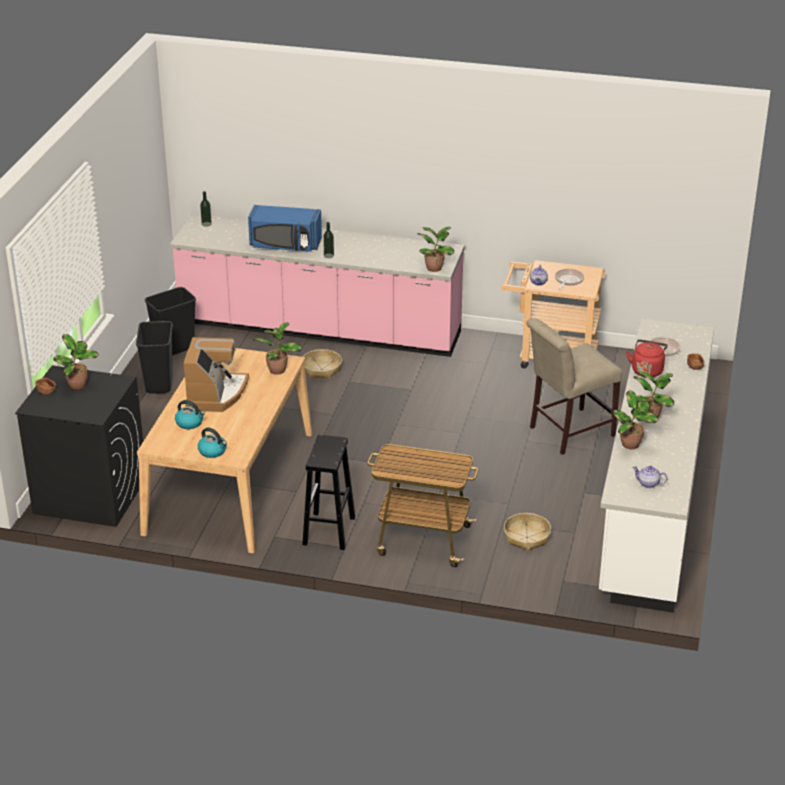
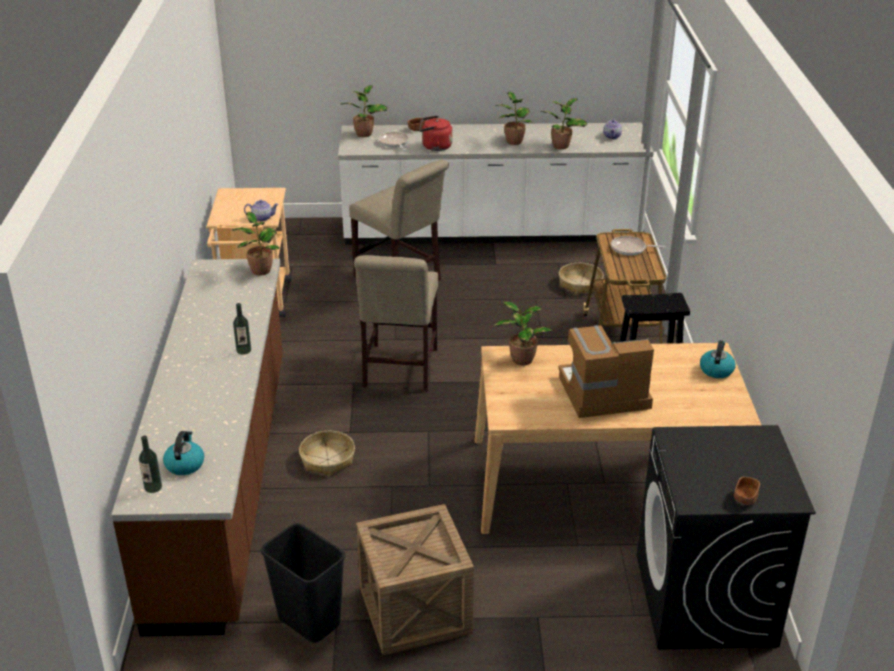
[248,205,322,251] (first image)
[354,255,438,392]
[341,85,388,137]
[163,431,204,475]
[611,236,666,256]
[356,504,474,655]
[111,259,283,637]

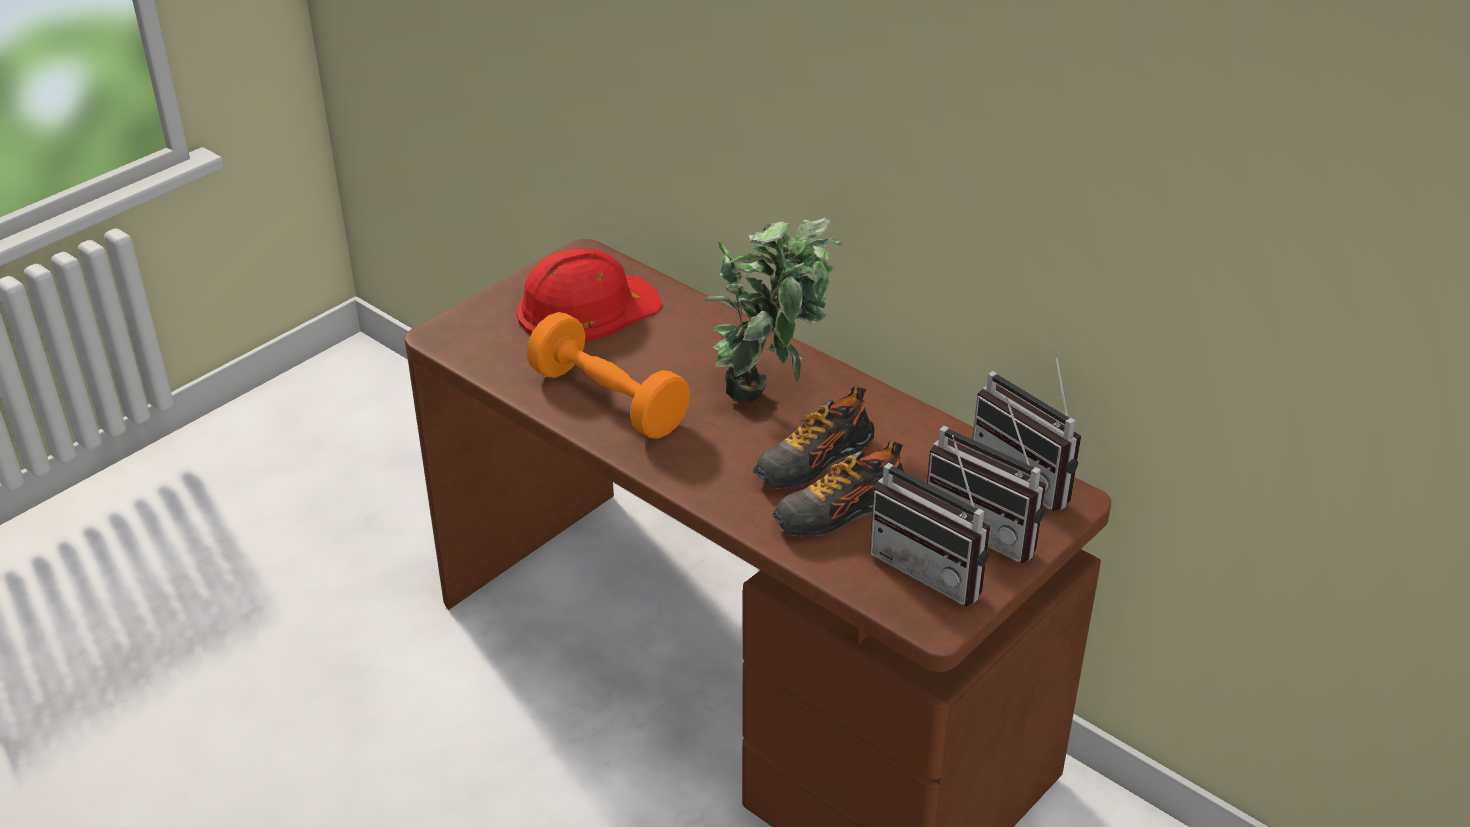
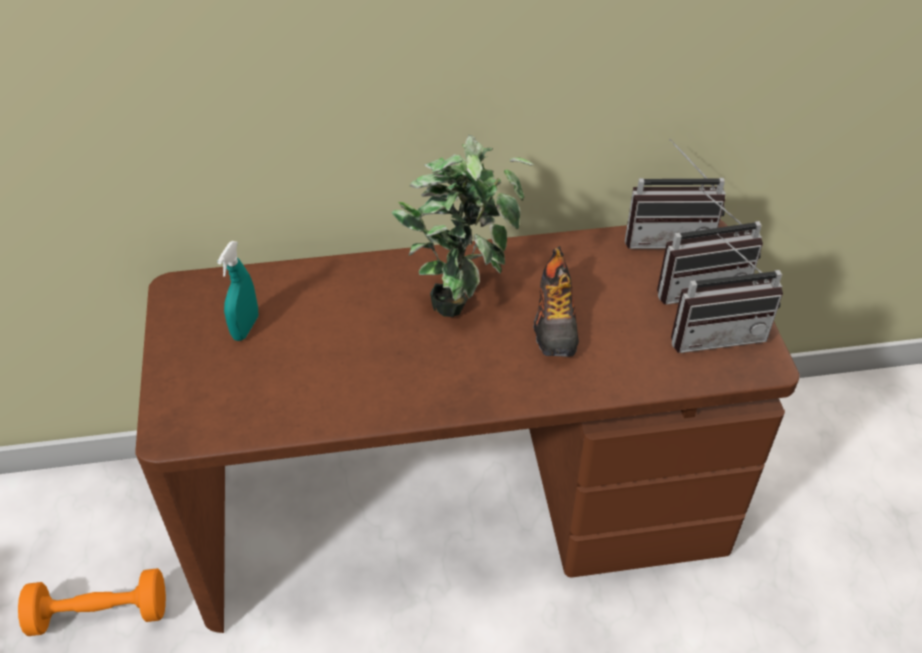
[772,441,904,536] (first image)
[18,568,166,636]
[217,241,258,341]

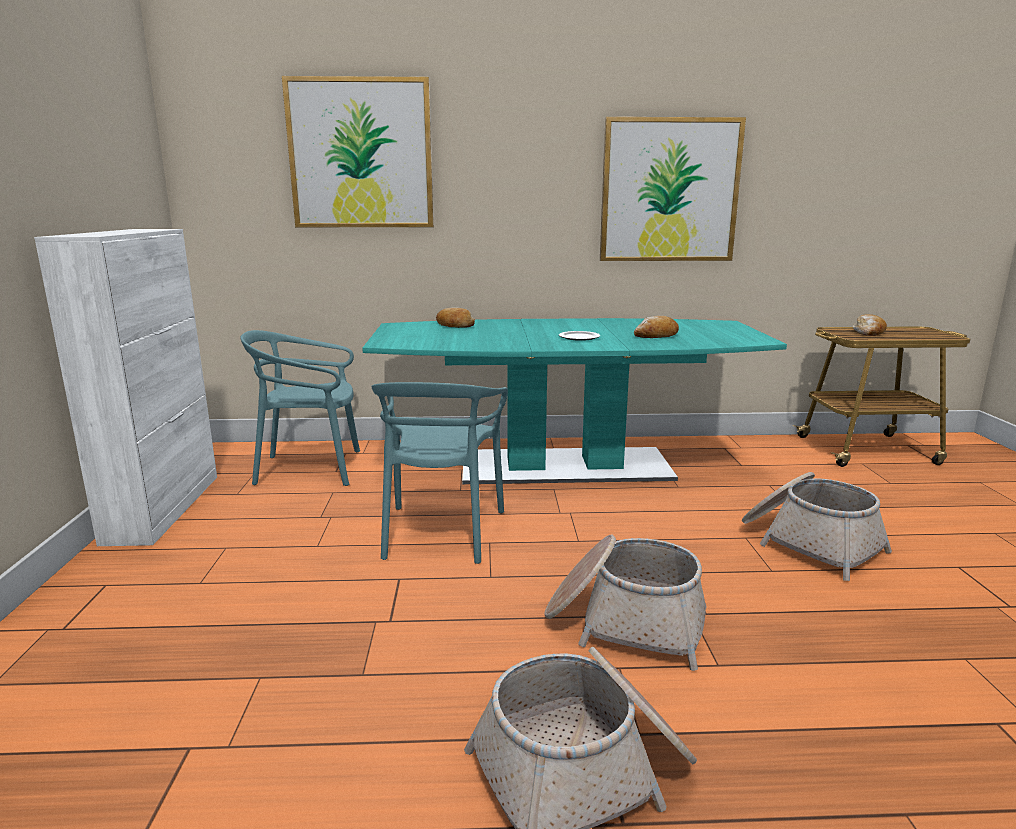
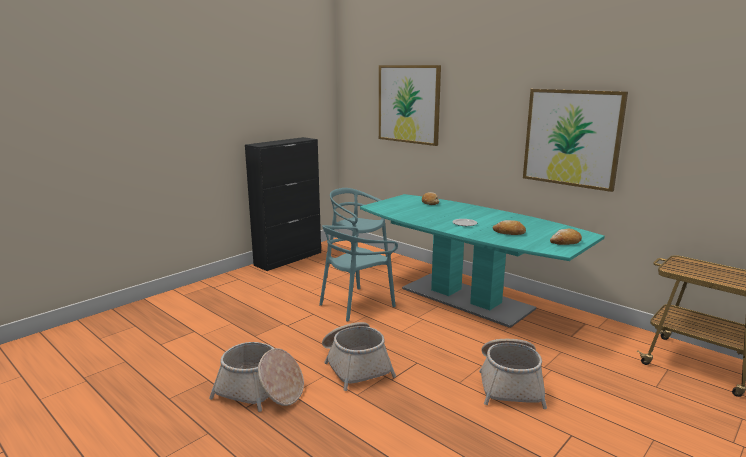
[550,229,582,245]
[245,137,321,271]

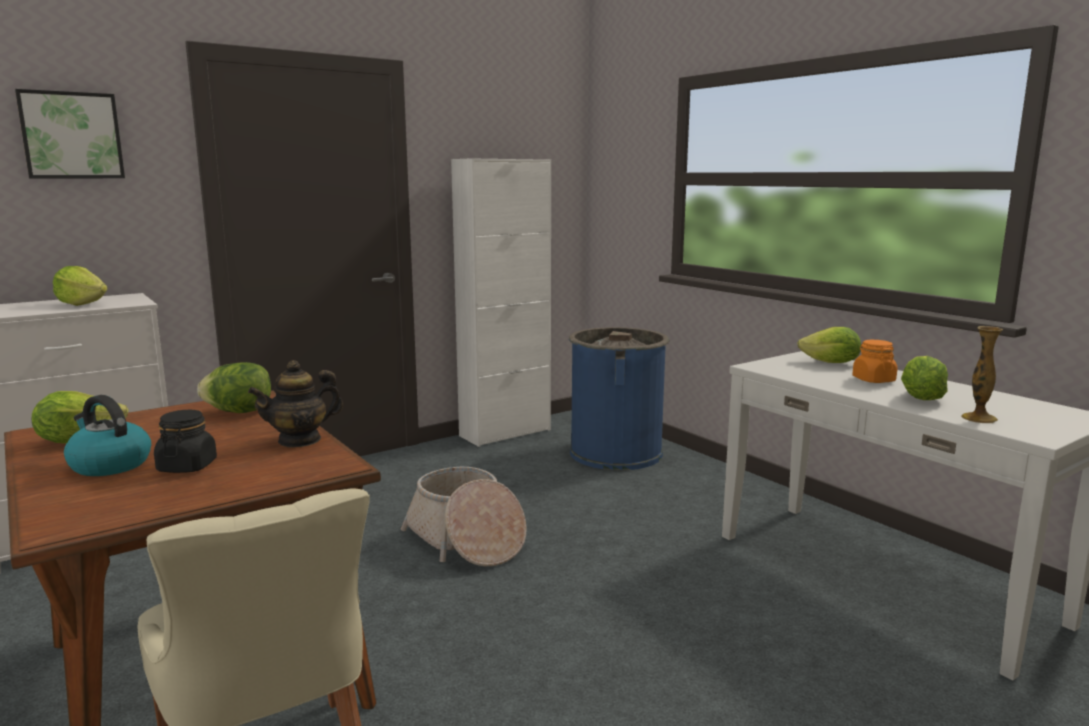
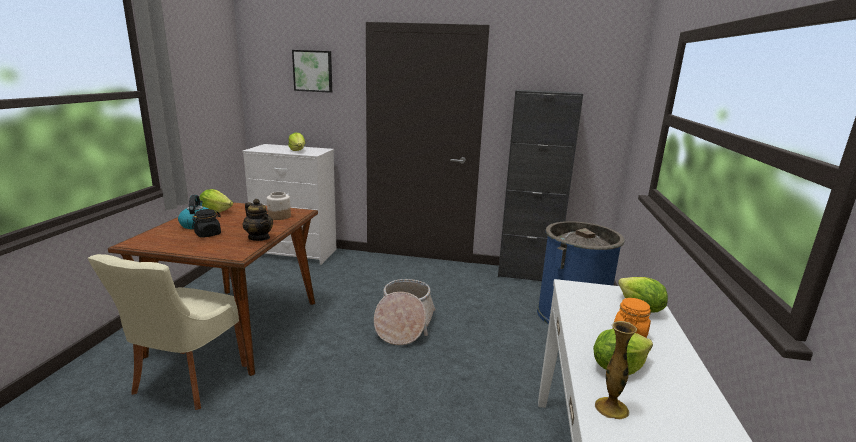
[267,192,291,220]
[498,89,583,281]
[242,199,273,241]

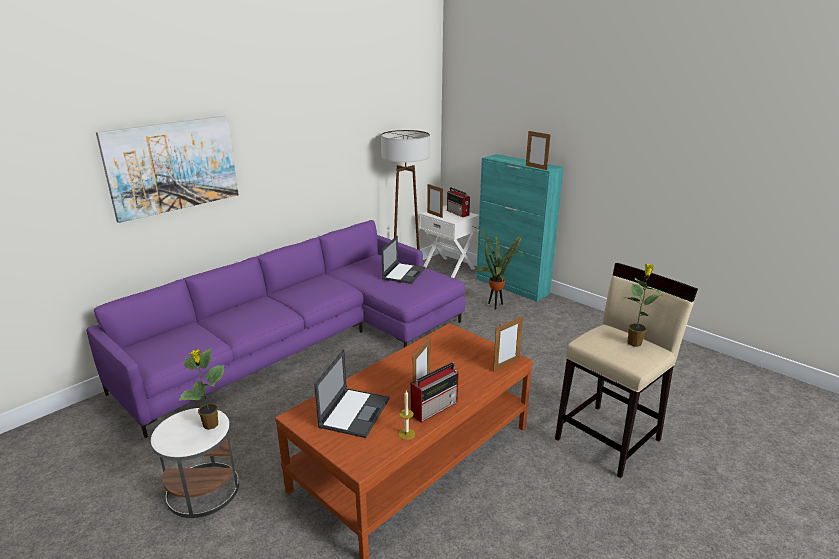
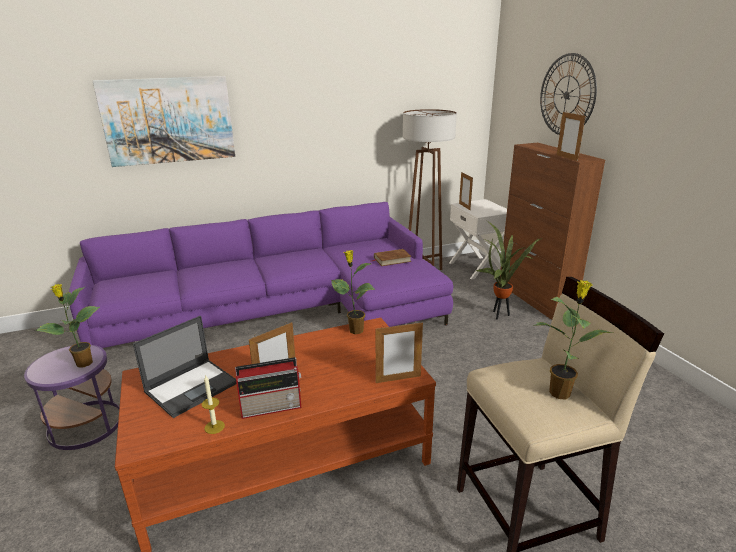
[447,187,470,217] (first image)
[331,250,375,334]
[540,53,597,135]
[372,249,412,266]
[24,345,120,450]
[500,143,605,320]

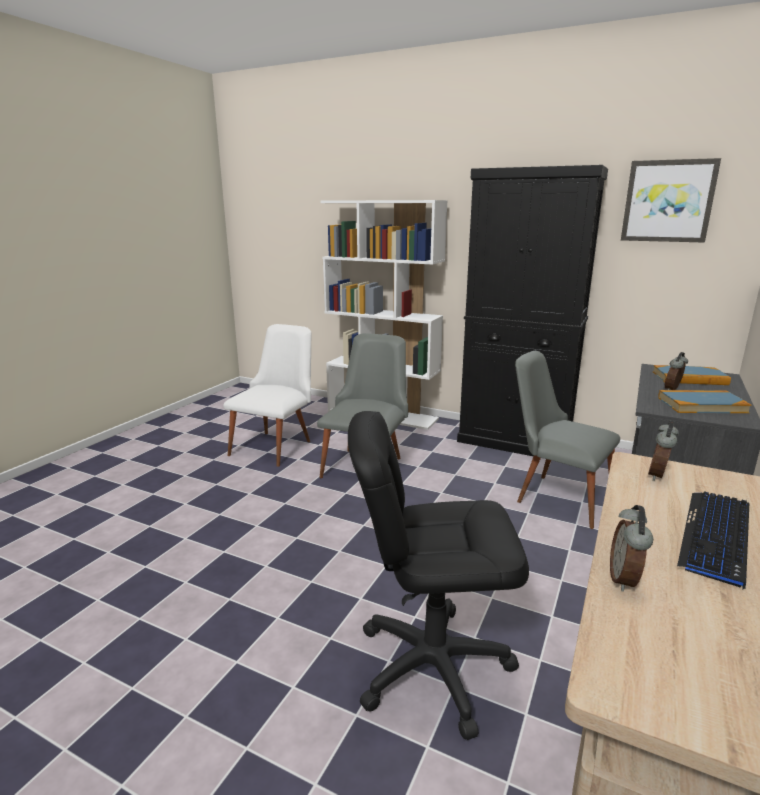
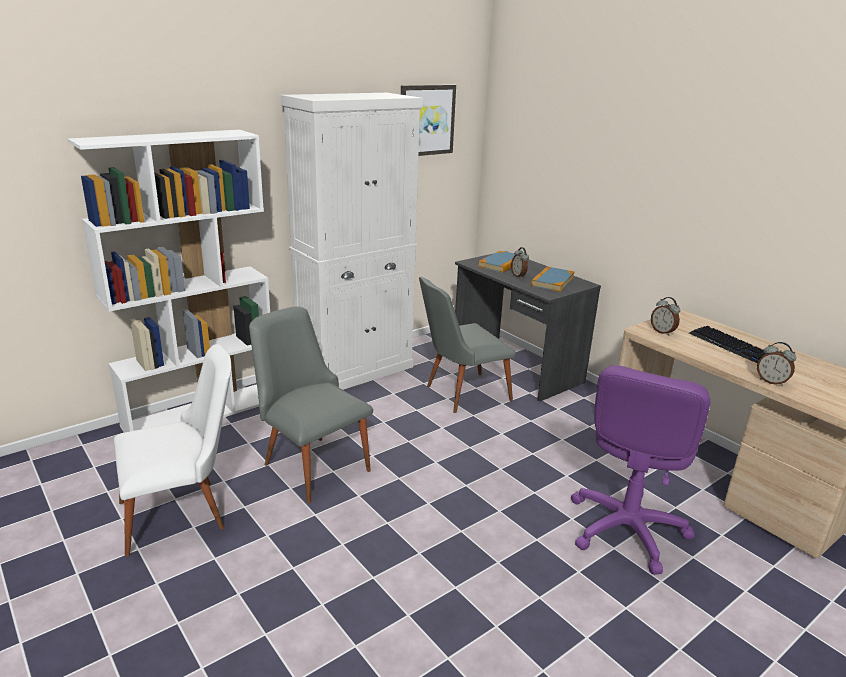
[571,365,710,575]
[280,93,423,390]
[114,344,231,557]

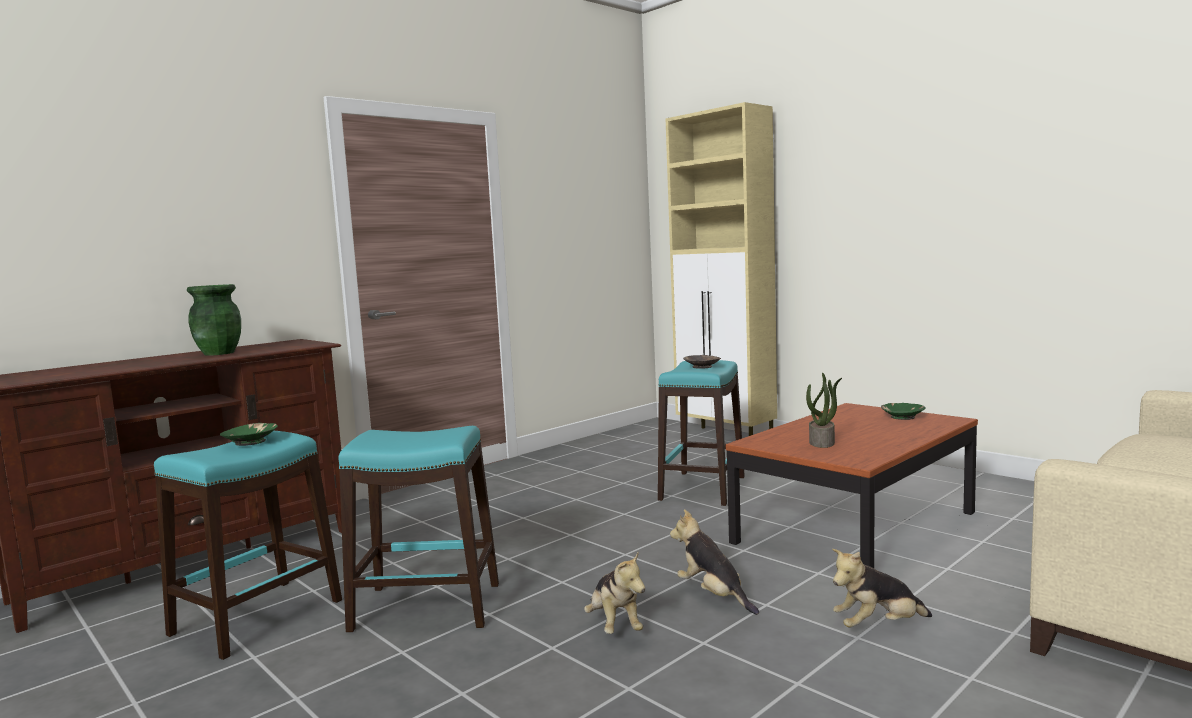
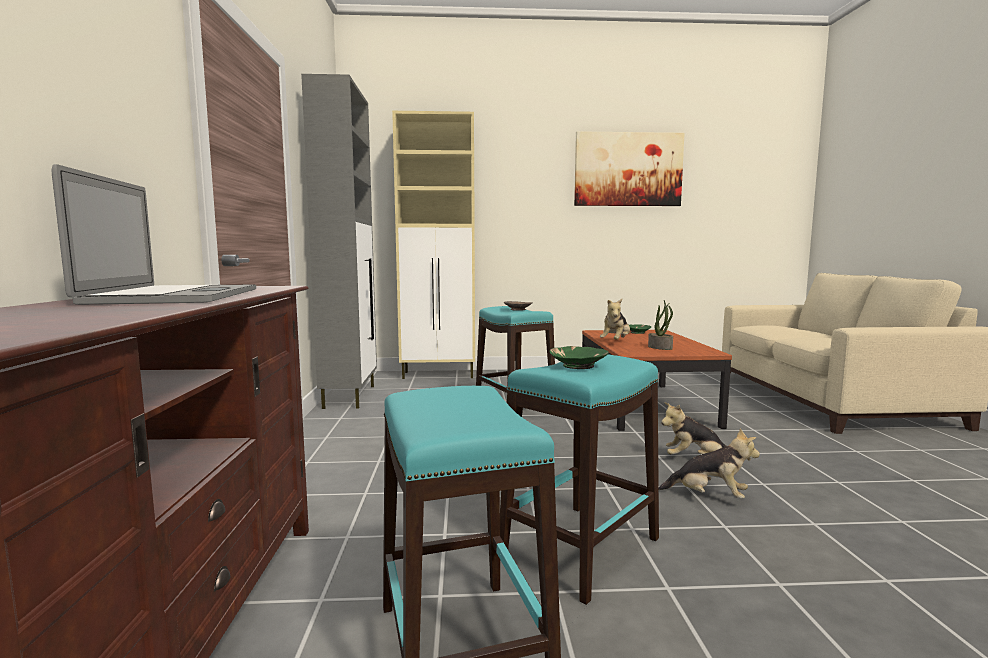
[301,74,377,409]
[574,131,685,206]
[550,346,609,369]
[600,299,630,340]
[52,164,256,305]

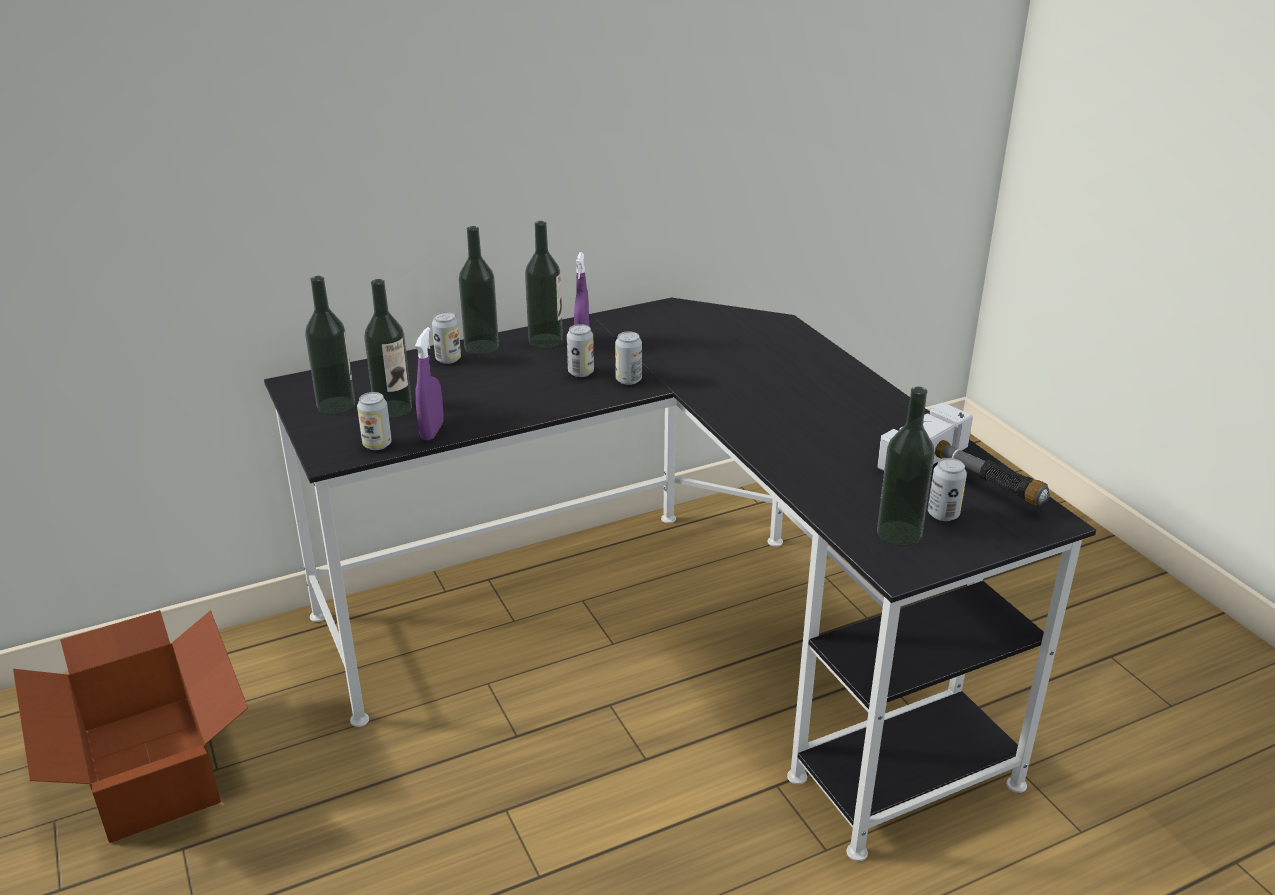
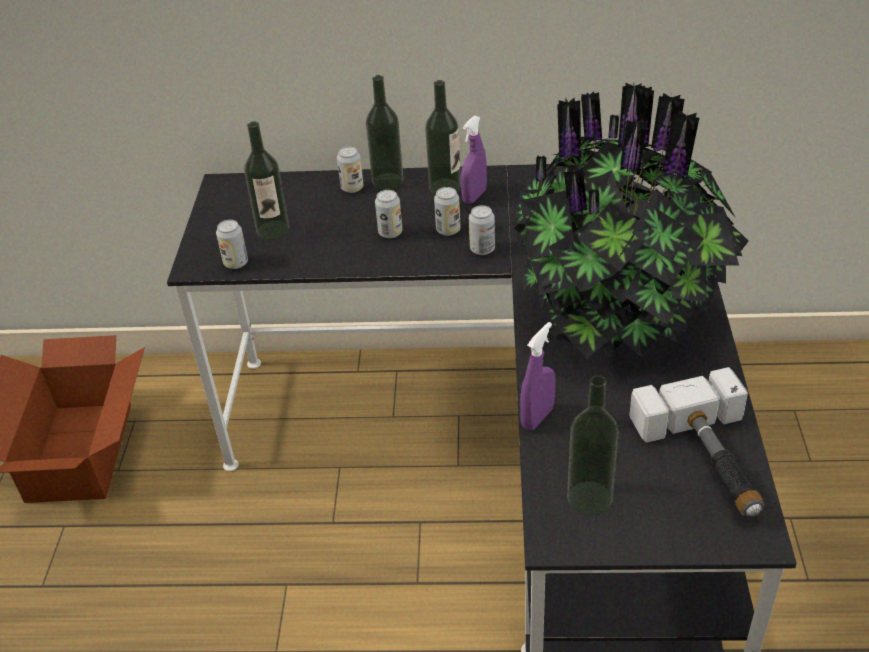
[305,276,355,415] (first image)
[509,83,749,359]
[520,322,556,430]
[375,190,402,238]

